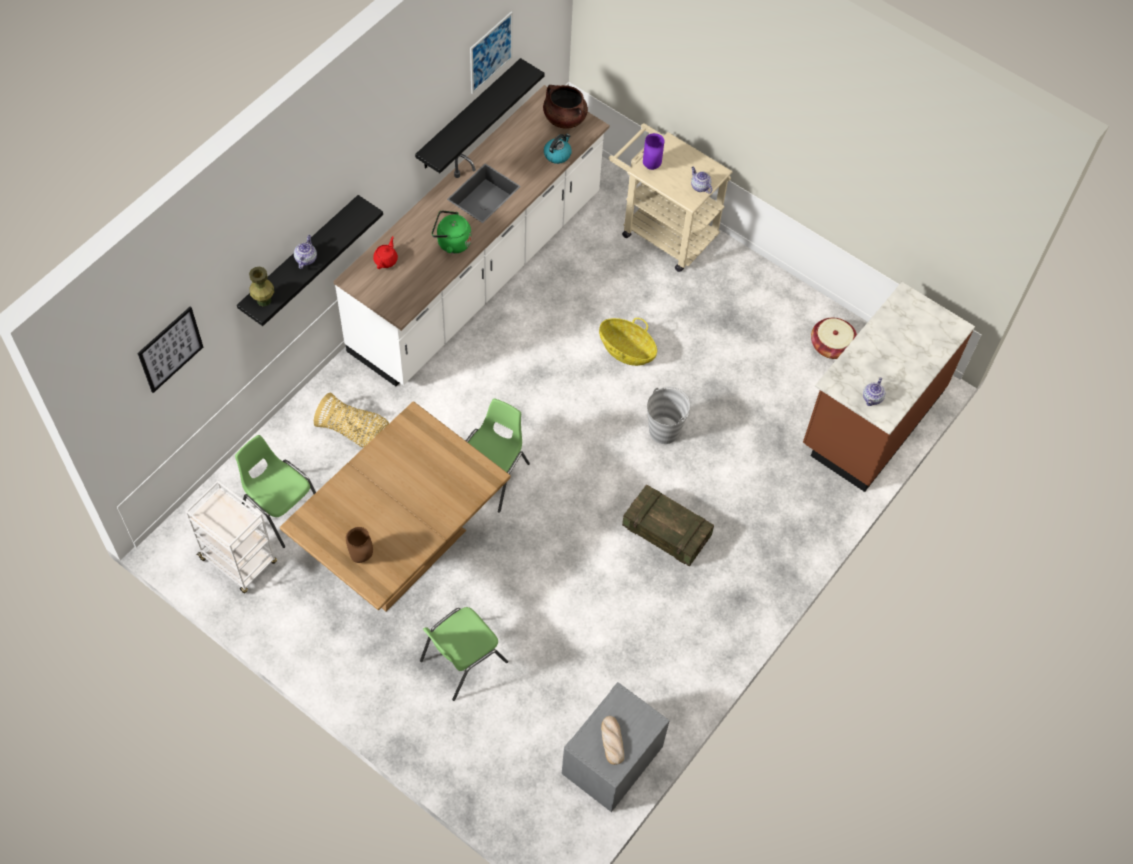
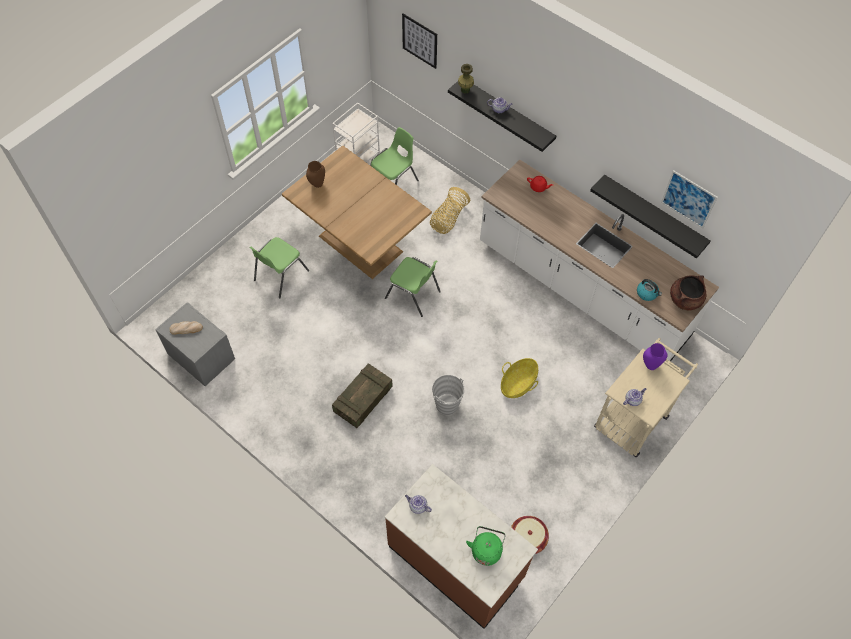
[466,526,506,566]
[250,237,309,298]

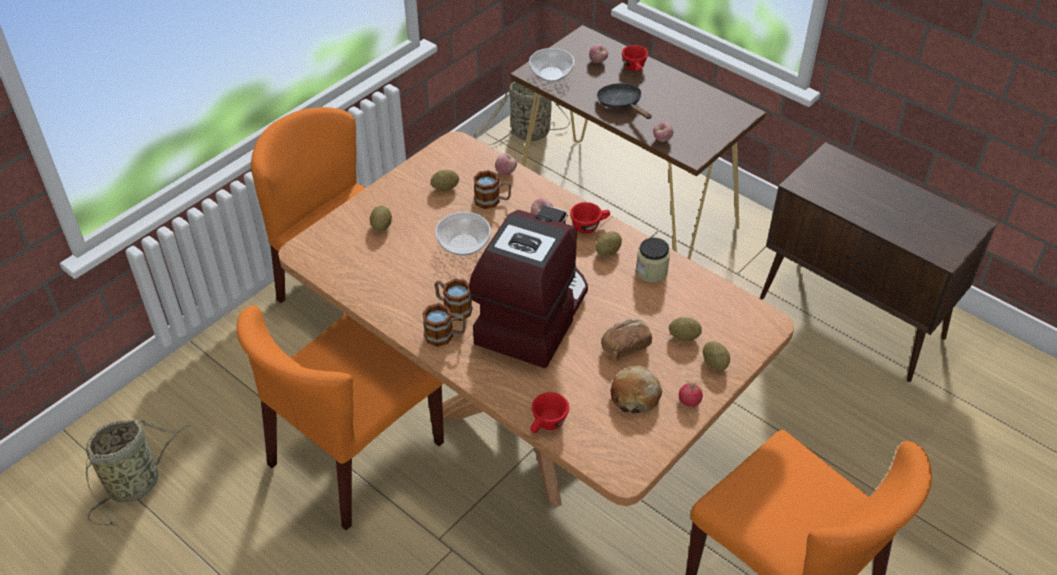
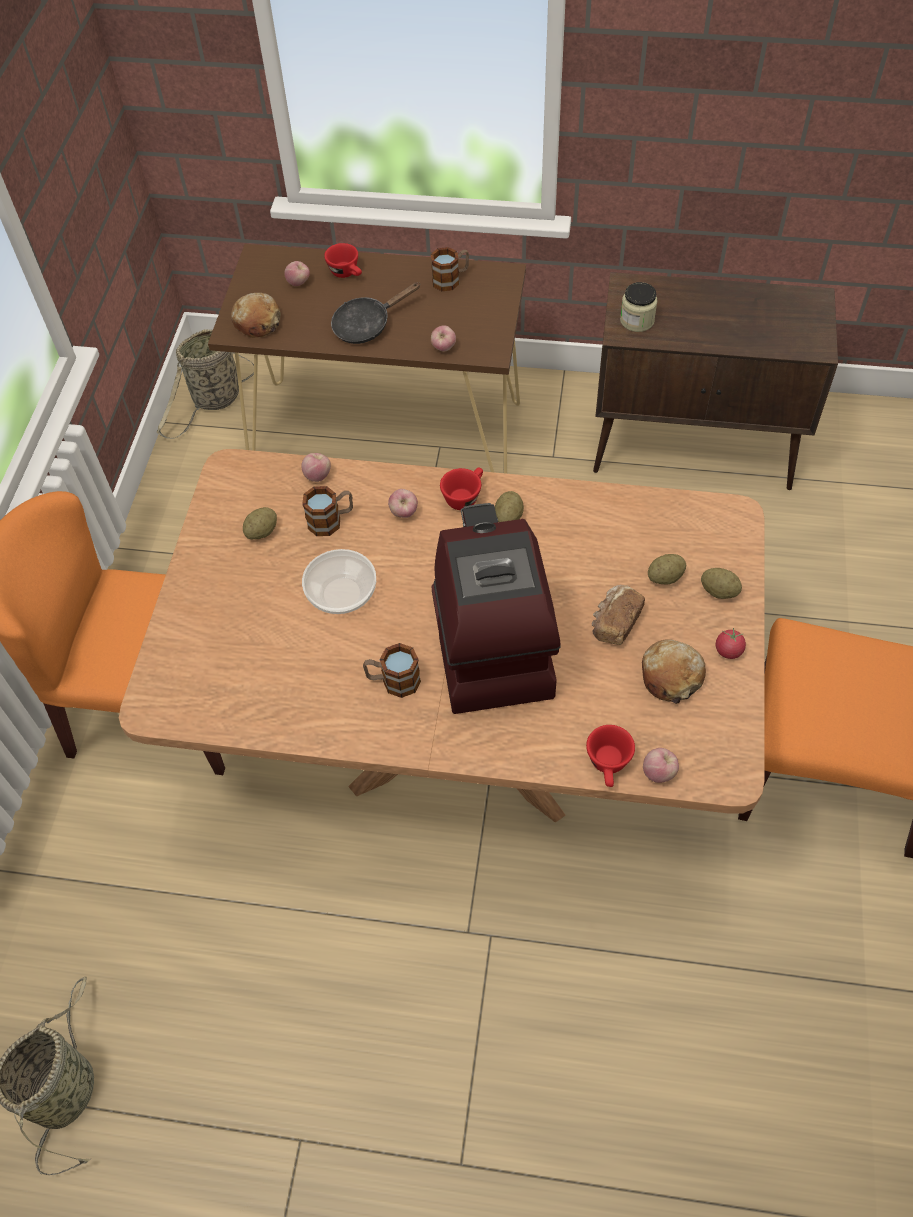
[237,305,444,530] (first image)
[370,206,392,231] (first image)
[643,748,679,783]
[431,247,469,291]
[620,282,658,332]
[231,293,281,338]
[331,282,420,344]

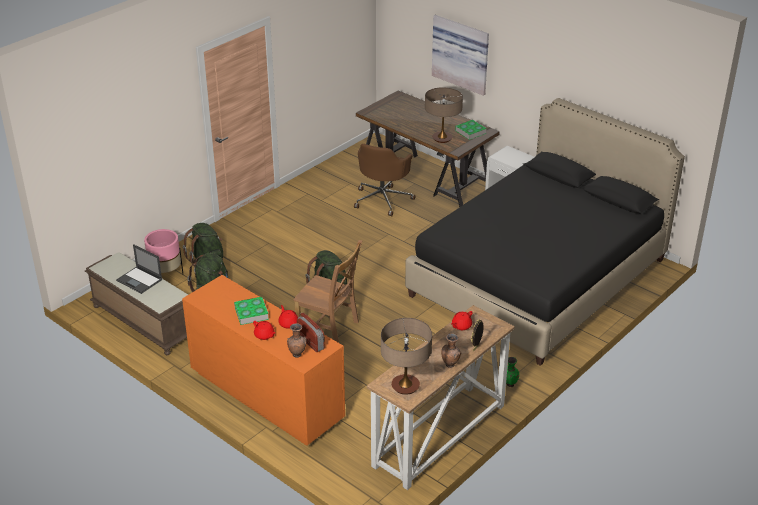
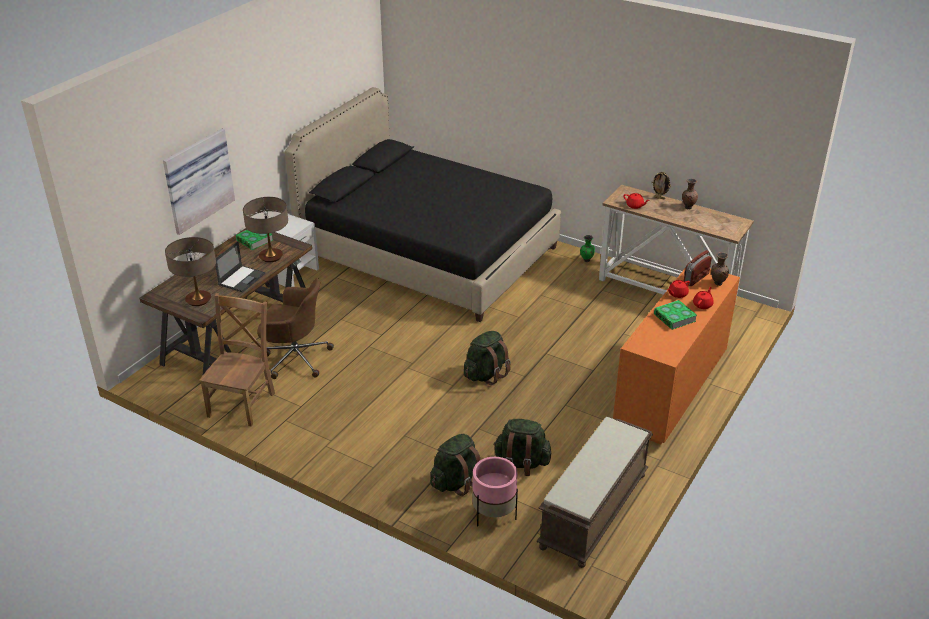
[215,241,265,292]
[199,293,275,427]
[165,237,216,306]

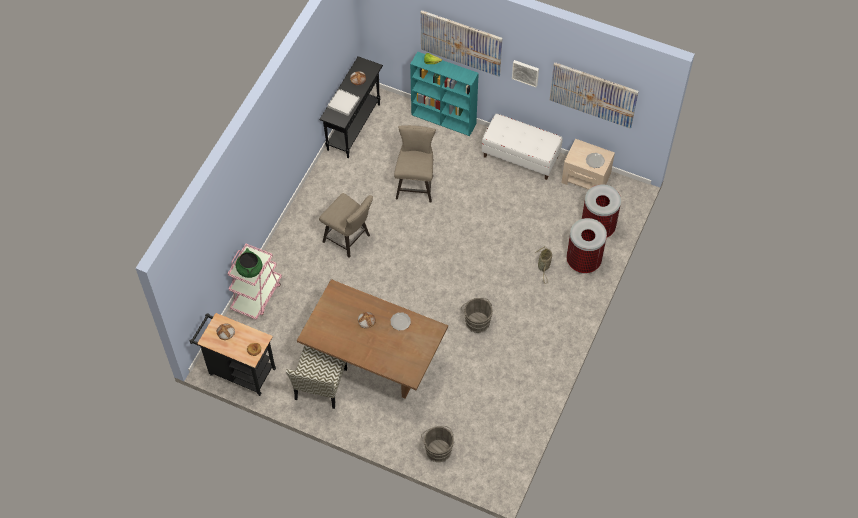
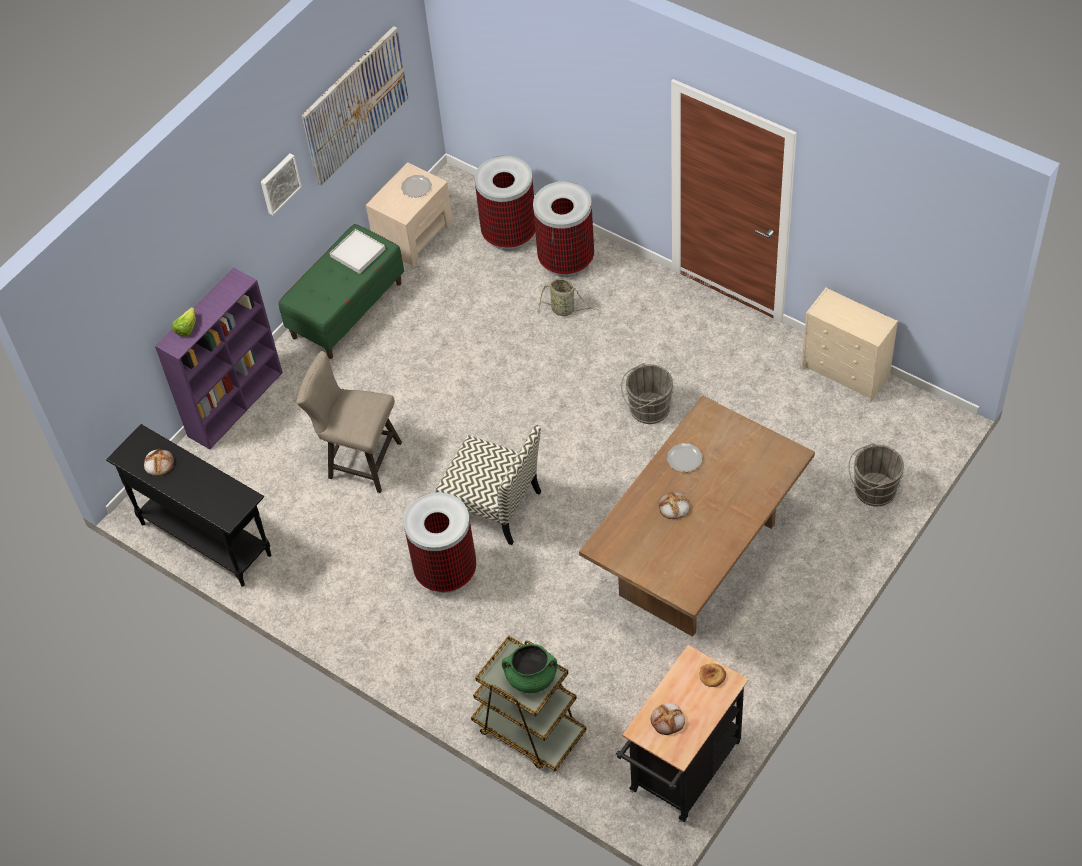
[420,10,502,77] (first image)
[802,287,898,403]
[435,425,542,545]
[330,229,386,274]
[403,492,476,593]
[471,635,587,772]
[155,268,283,450]
[279,224,404,359]

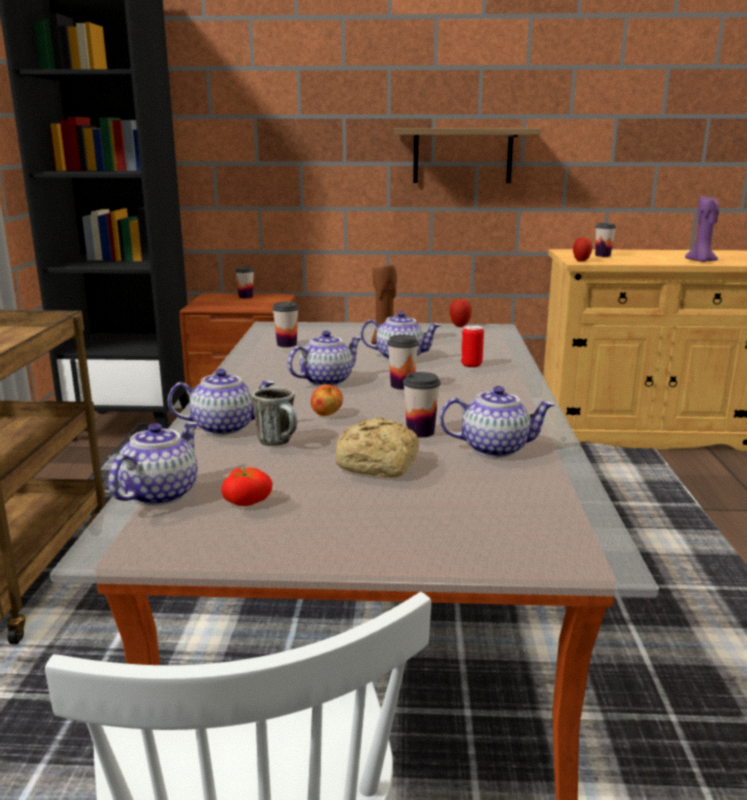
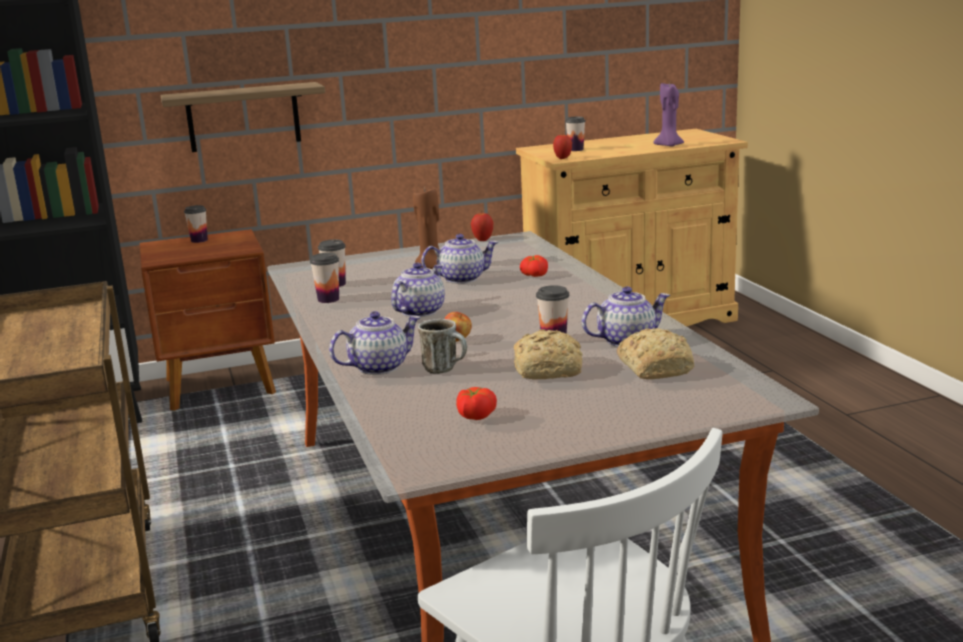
[108,422,198,506] (first image)
[617,328,694,379]
[310,253,339,303]
[161,82,325,152]
[520,255,548,277]

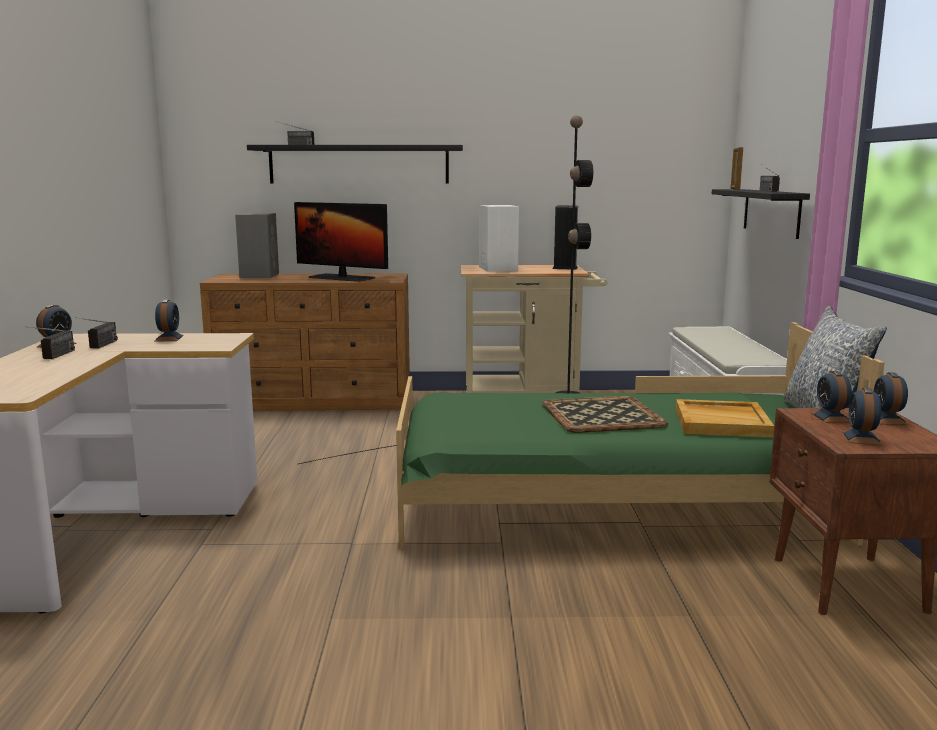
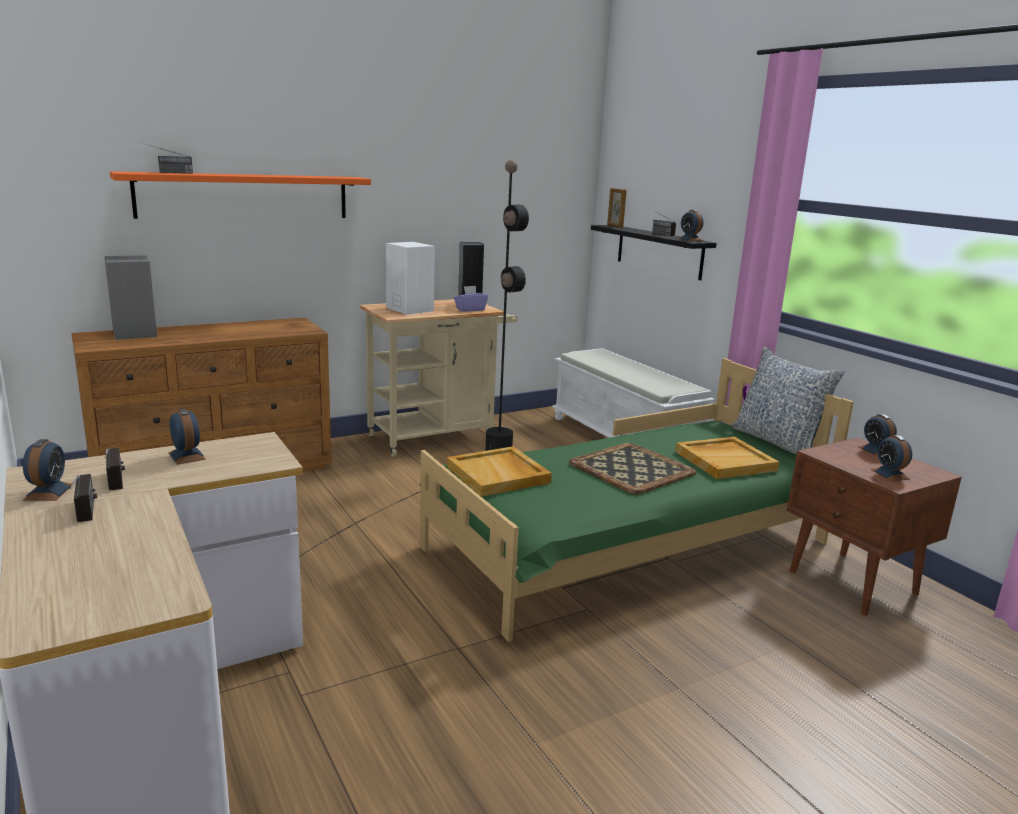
[294,202,388,282] (first image)
[447,446,552,497]
[454,286,488,312]
[677,210,704,241]
[110,171,371,219]

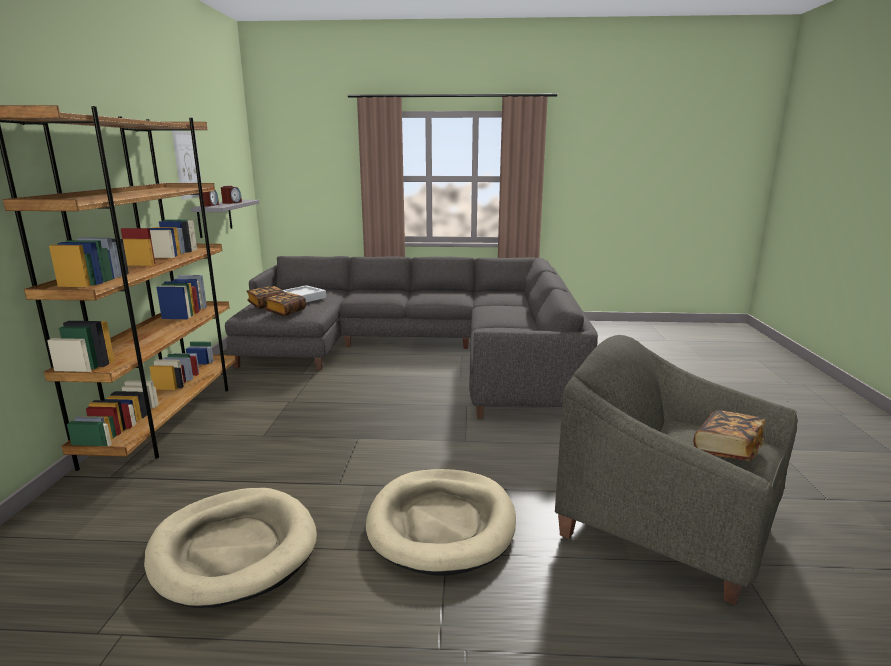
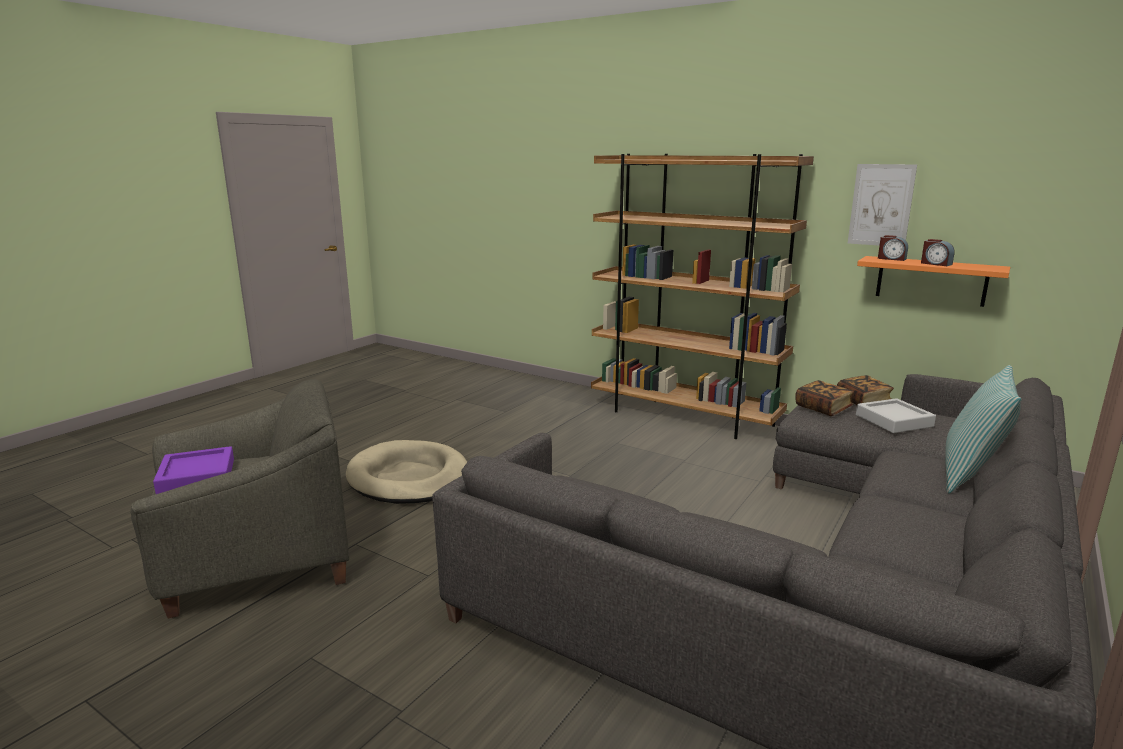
[144,488,317,608] (first image)
[945,365,1021,494]
[153,446,234,494]
[857,256,1010,307]

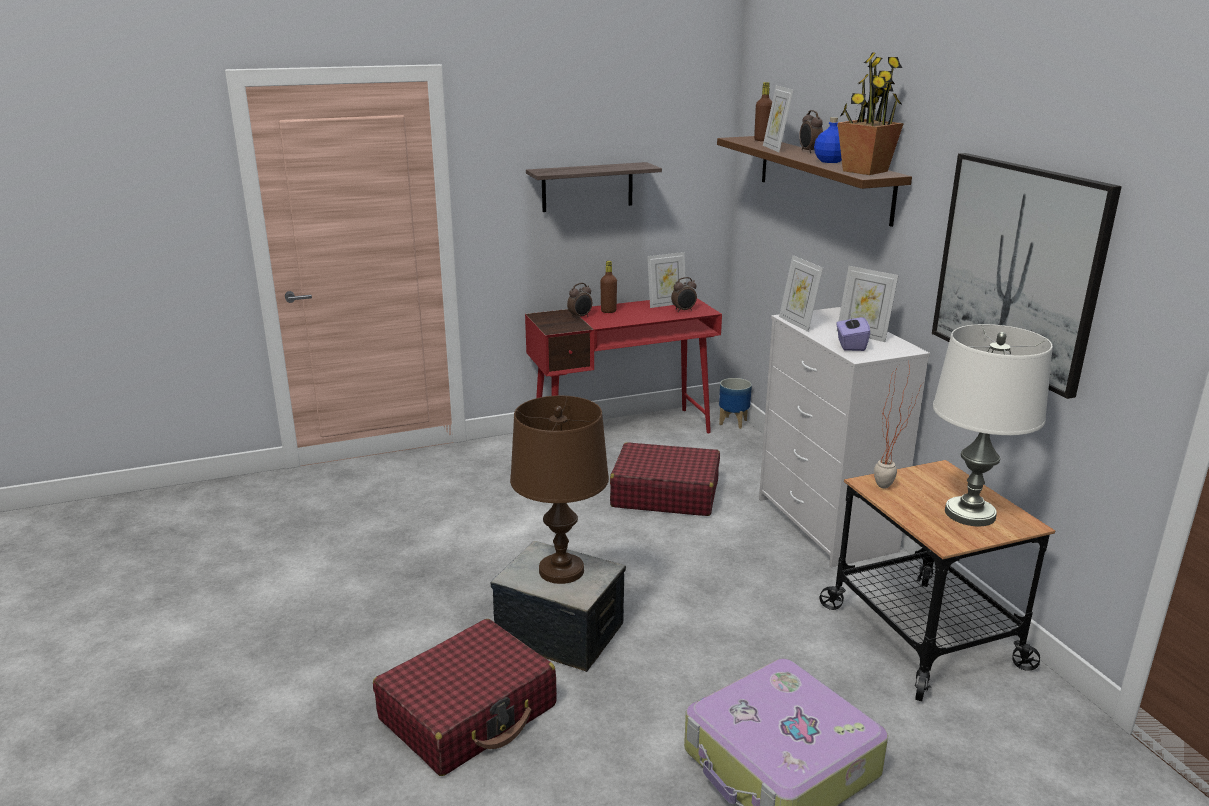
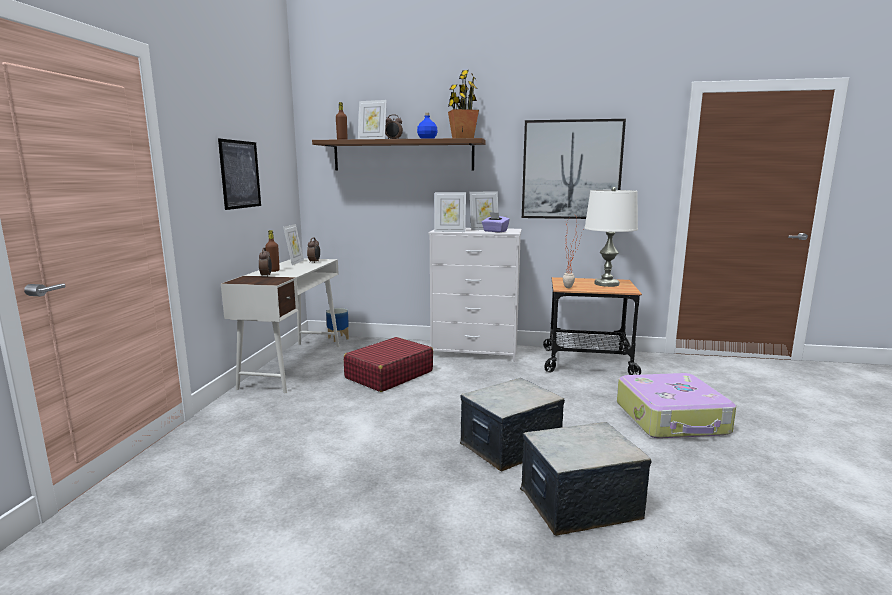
[510,395,609,584] (first image)
[520,422,652,536]
[218,138,261,210]
[221,258,340,393]

